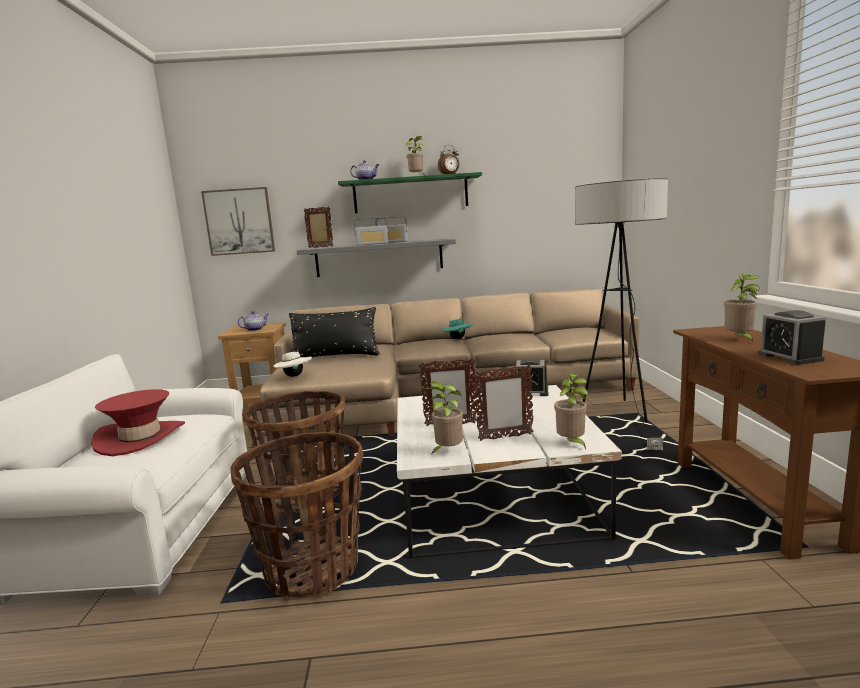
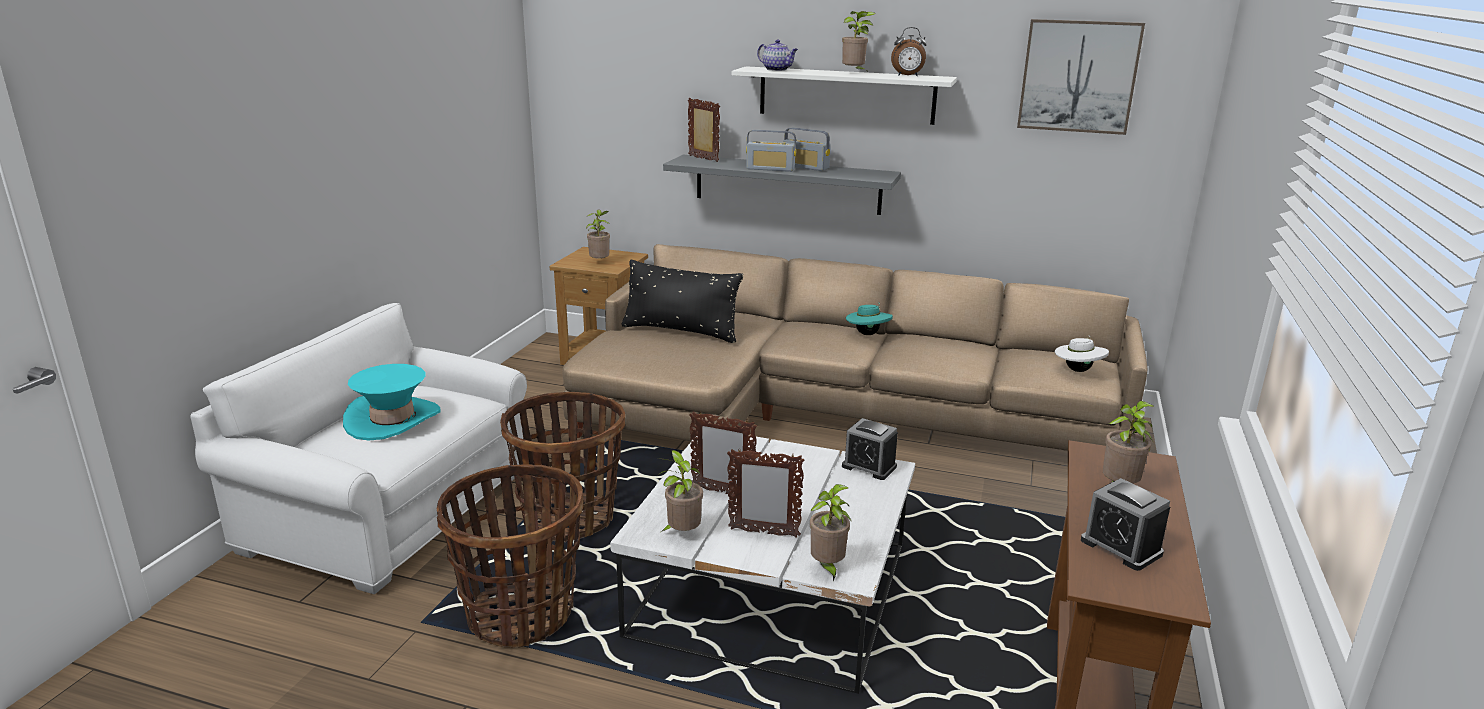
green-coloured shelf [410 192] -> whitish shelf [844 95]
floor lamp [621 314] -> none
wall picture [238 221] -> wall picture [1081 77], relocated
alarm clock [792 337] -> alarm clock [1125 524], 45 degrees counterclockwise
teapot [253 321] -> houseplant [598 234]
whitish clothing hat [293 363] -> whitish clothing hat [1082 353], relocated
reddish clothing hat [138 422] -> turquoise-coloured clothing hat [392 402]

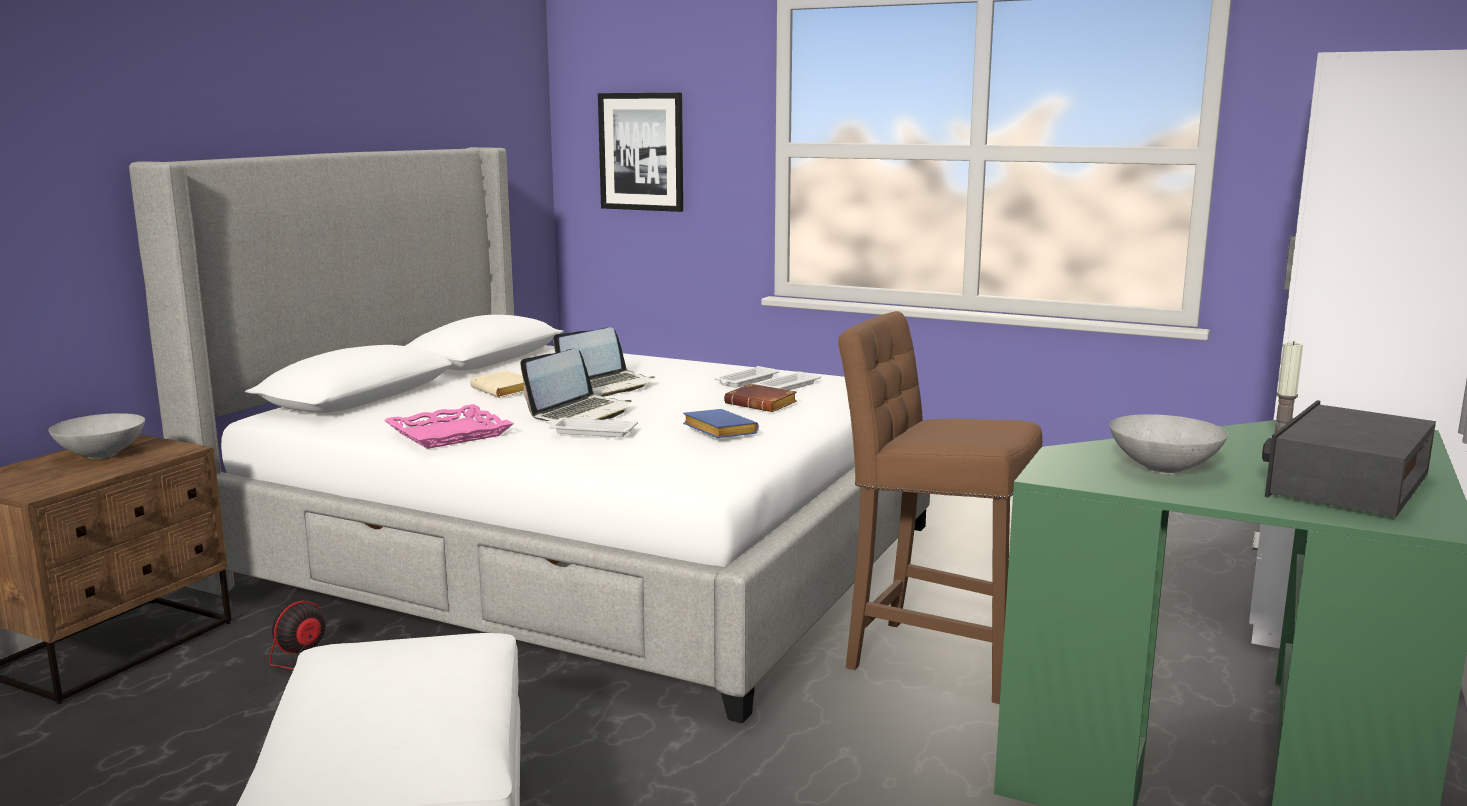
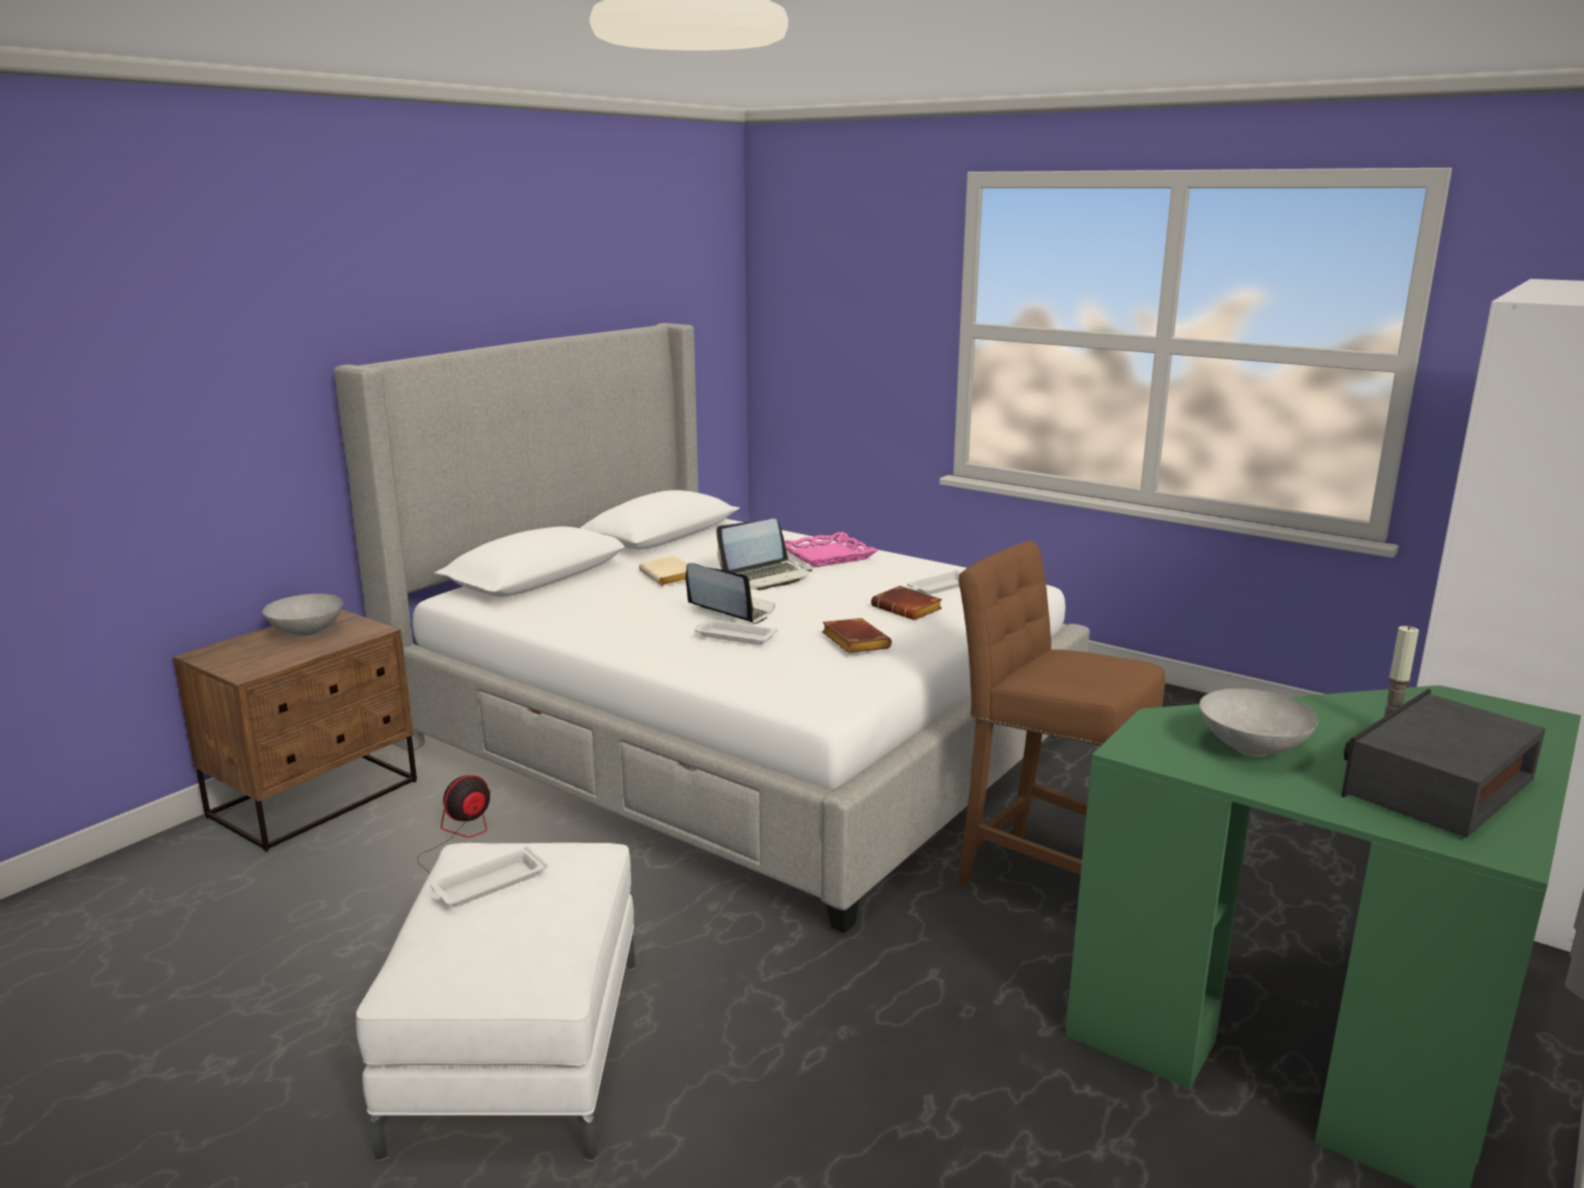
wall picture [640 152] -> none
notebook computer [575 384] -> notebook computer [730 593], 105 degrees counterclockwise
whitish carrying tray [747 377] -> whitish carrying tray [489 876], relocated
pink-coloured carrying tray [449 426] -> pink-coloured carrying tray [831 549], relocated
blue-coloured bound book [721 423] -> brownish bound book [857 635]

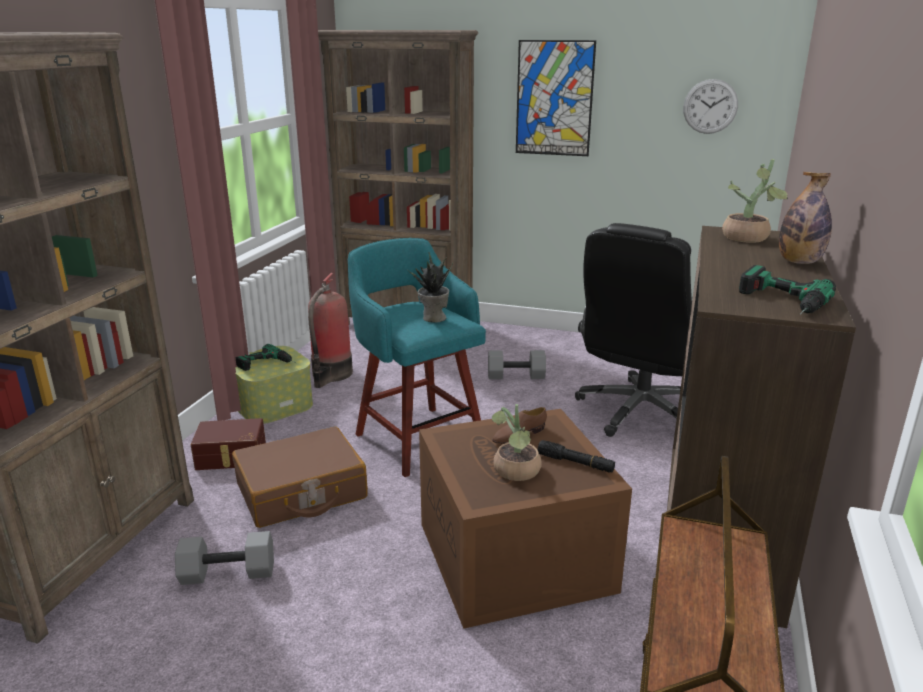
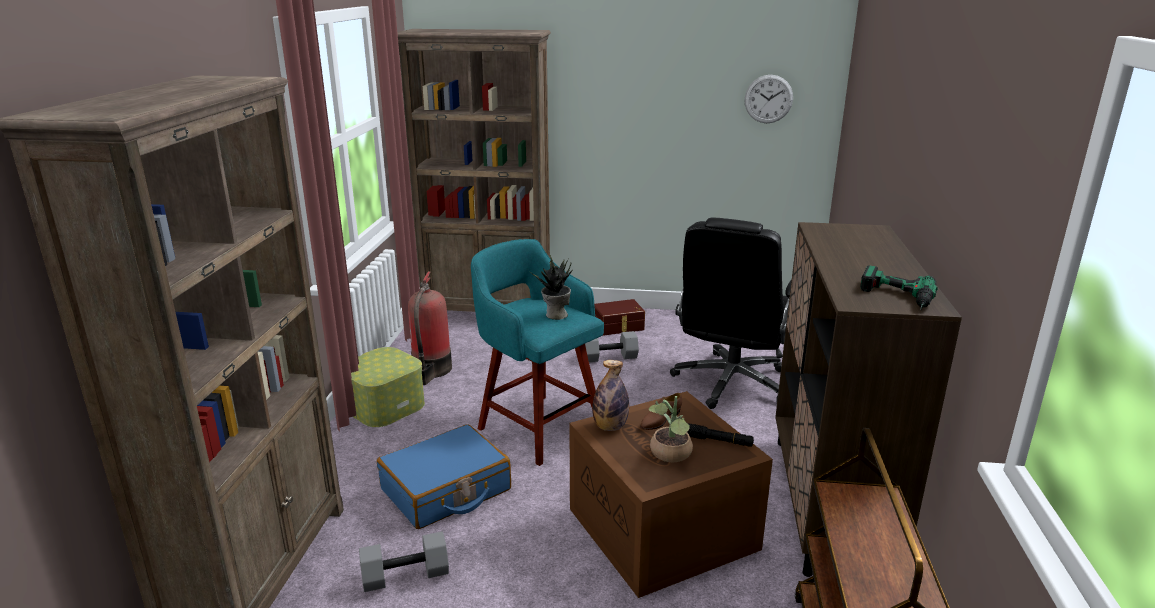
wall picture [556 98] -> none
houseplant [755 201] -> none
drink bottle [805 218] -> drink bottle [610 395], relocated
power drill [266 357] -> none
brownish storage box [228 444] -> brownish storage box [619 317], relocated
brownish piece of luggage [300 477] -> blue-coloured piece of luggage [444 476]

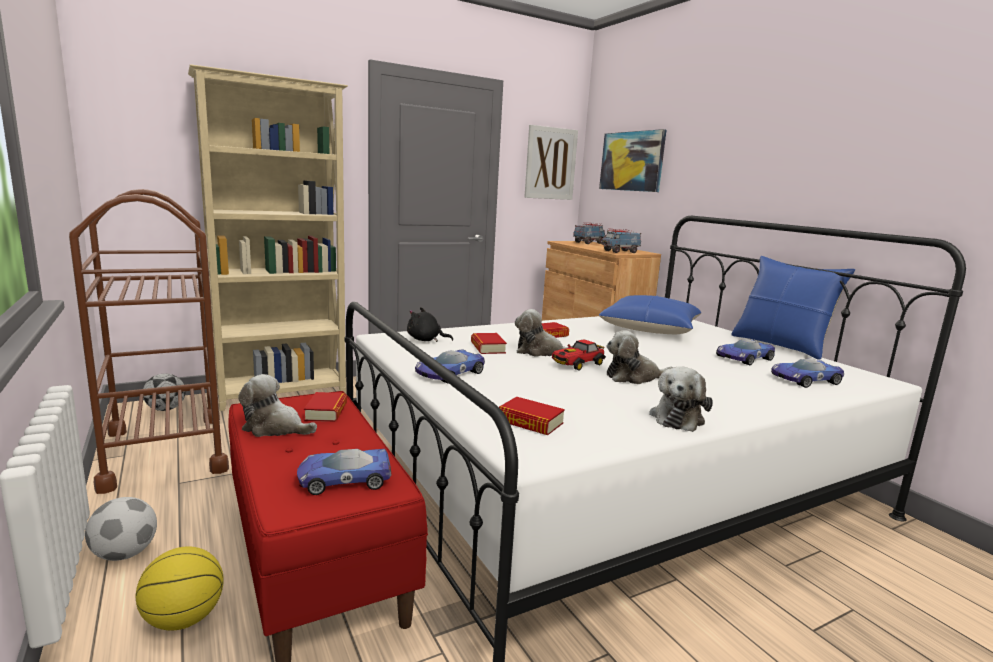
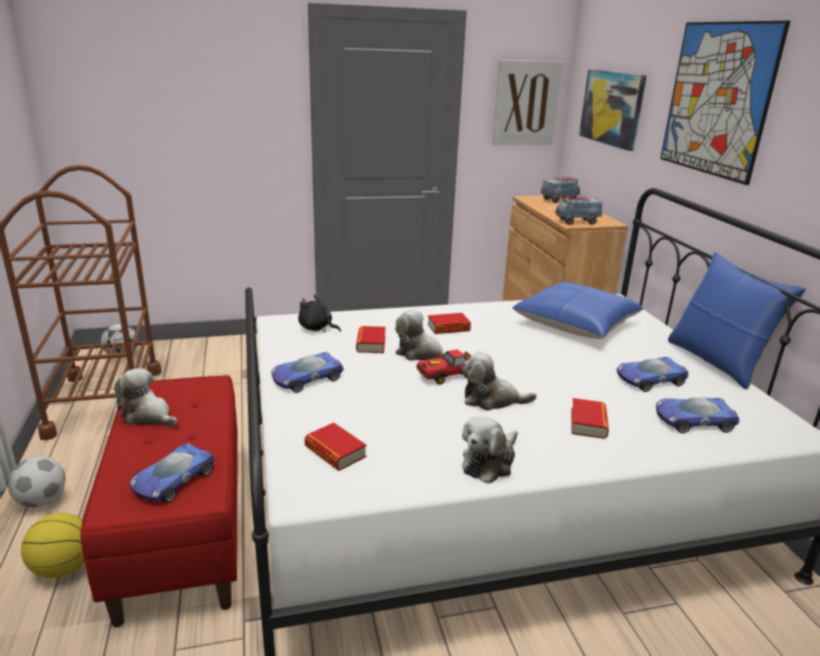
beige bookshelf [268 237] -> none
bound book [325 407] -> bound book [590 418], relocated
model car [344 472] -> model car [172 473], 60 degrees counterclockwise
none -> wall picture [725 103]

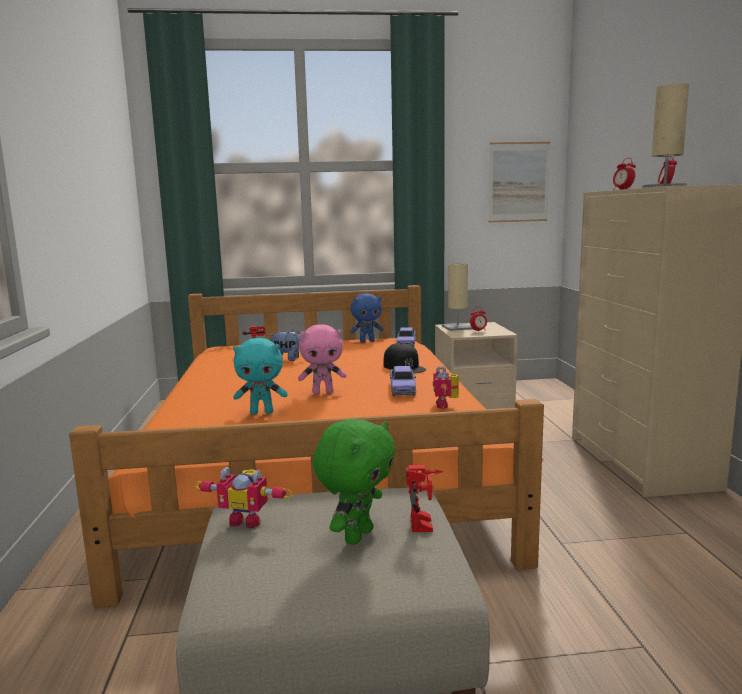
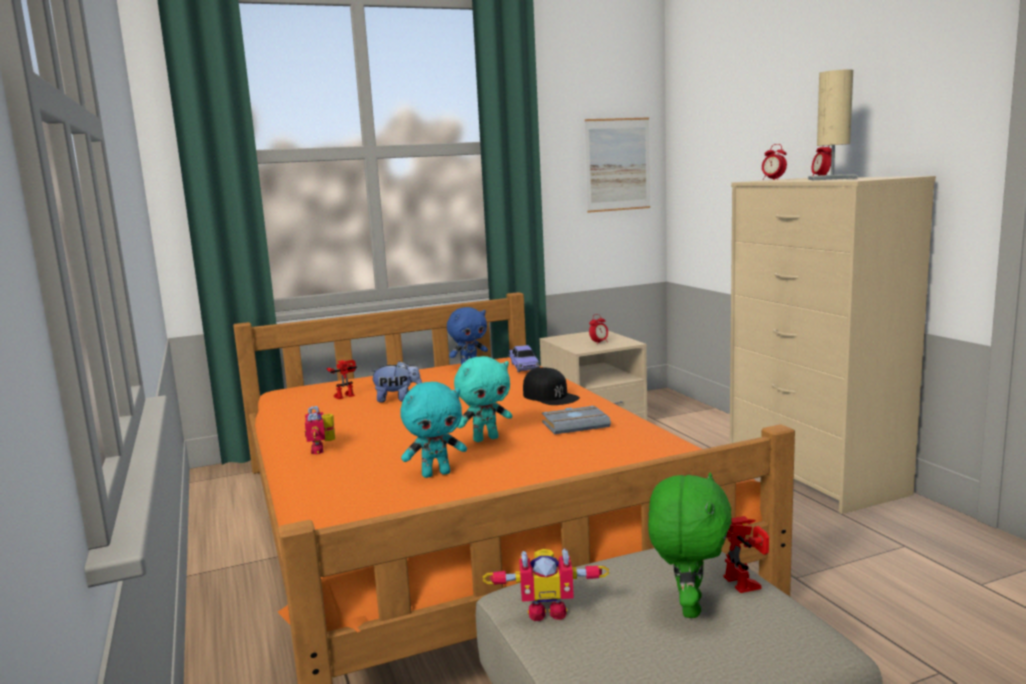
beige table lamp [457 297] -> none
pink-coloured soft toy [322 359] -> turquoise-coloured soft toy [483 399]
model car [403 381] -> grey bound book [576 420]
robot figure [446 387] -> robot figure [320 430], relocated

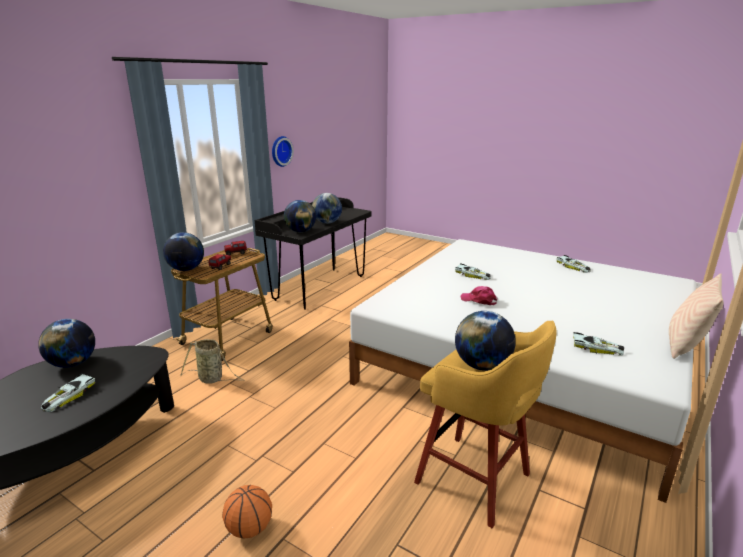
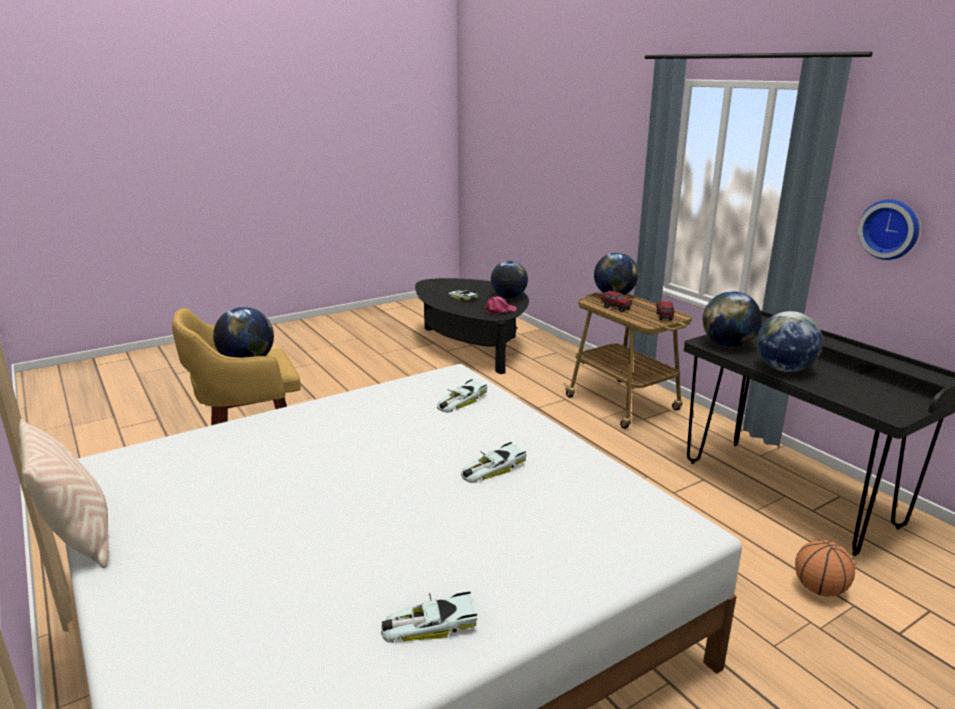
pink-coloured peaked cap [478 295] -> pink-coloured peaked cap [501 305], relocated
model car [598 344] -> model car [462 396], relocated
storage basket [212 361] -> none
basketball ball [247 511] -> basketball ball [825 568], relocated

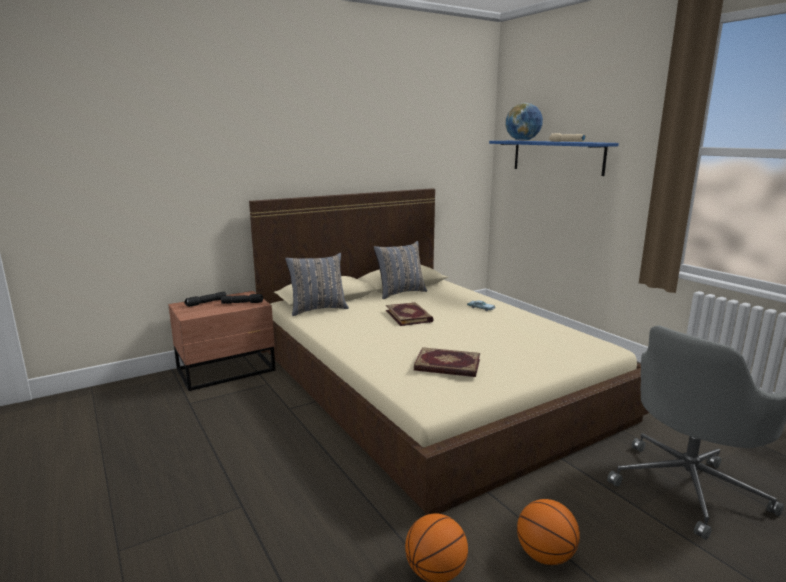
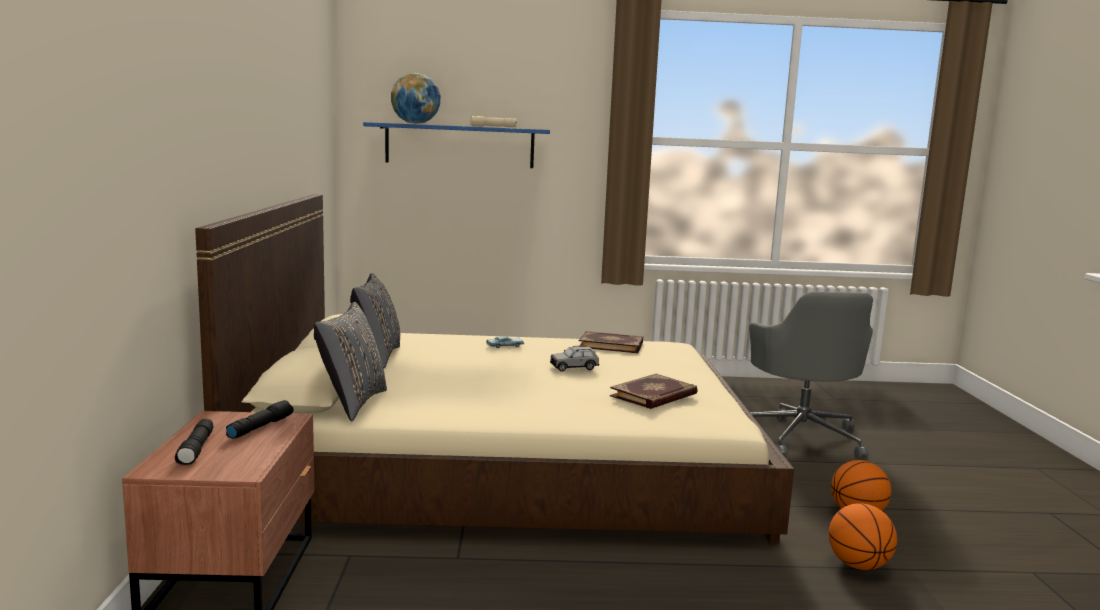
bound book [410 314] -> bound book [611 342], relocated
none -> grey model car [574 359]

